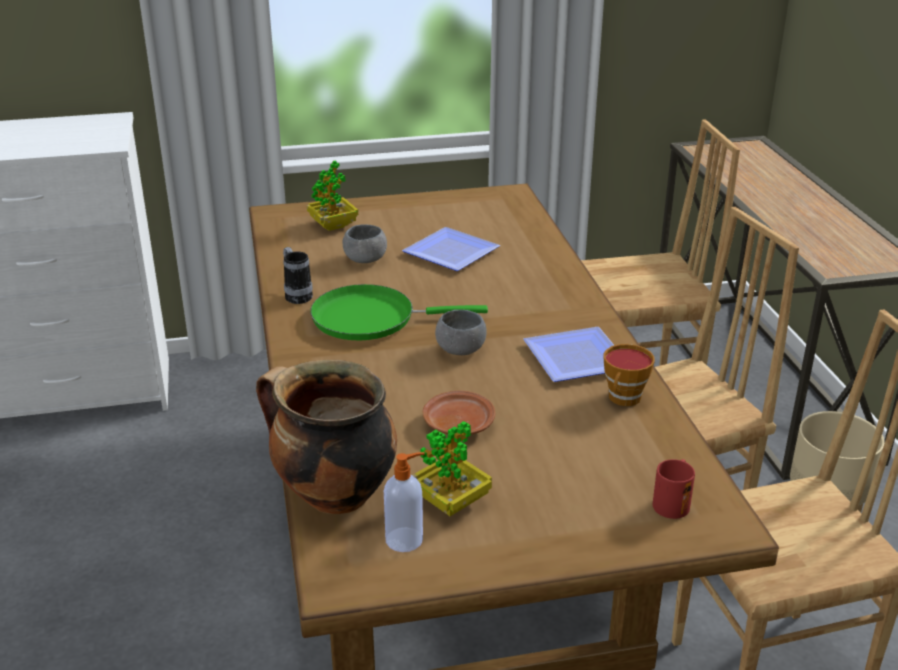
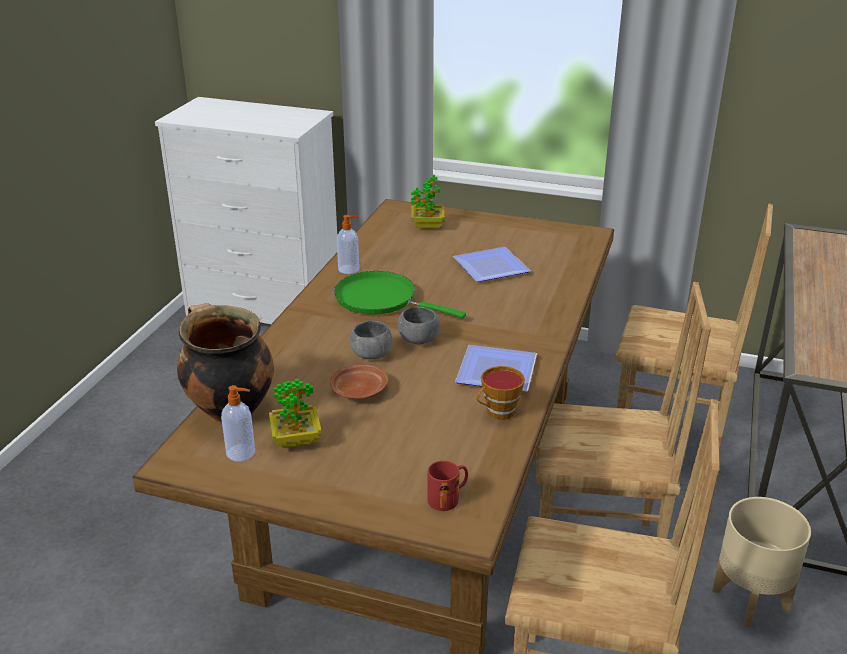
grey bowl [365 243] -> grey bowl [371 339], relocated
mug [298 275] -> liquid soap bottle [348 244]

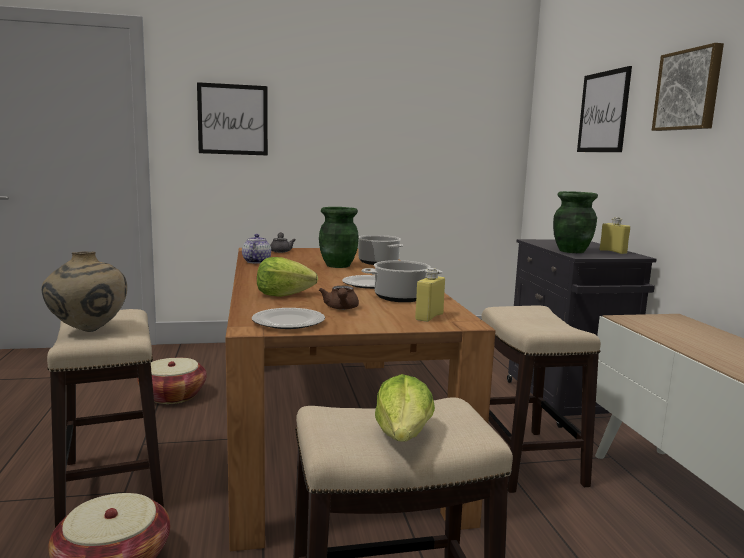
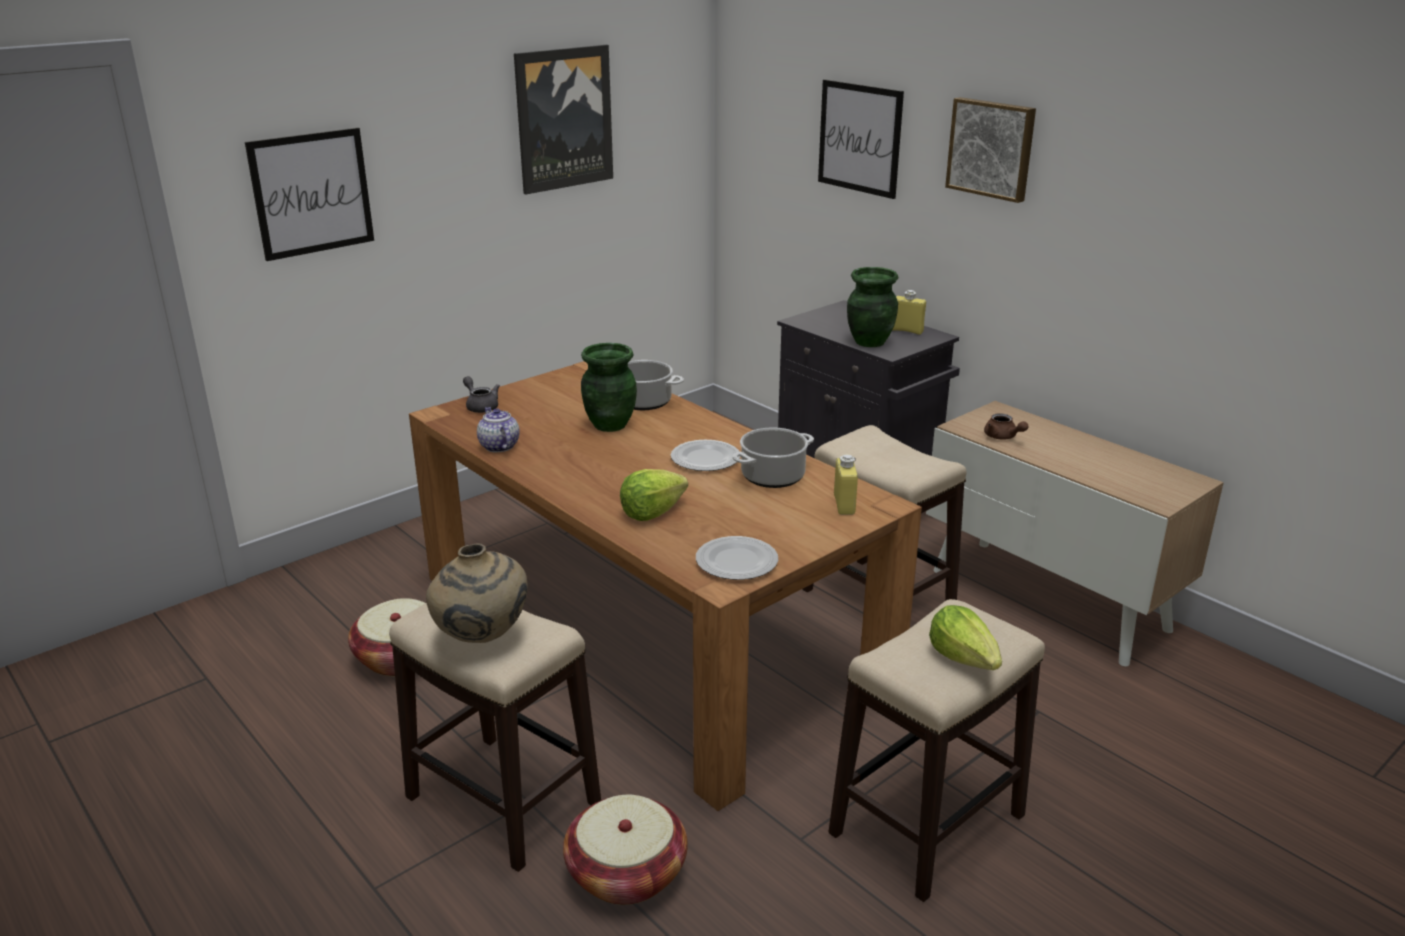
brownish teapot [339 298] -> brownish teapot [1006 427], relocated
none -> wall picture [563 119]

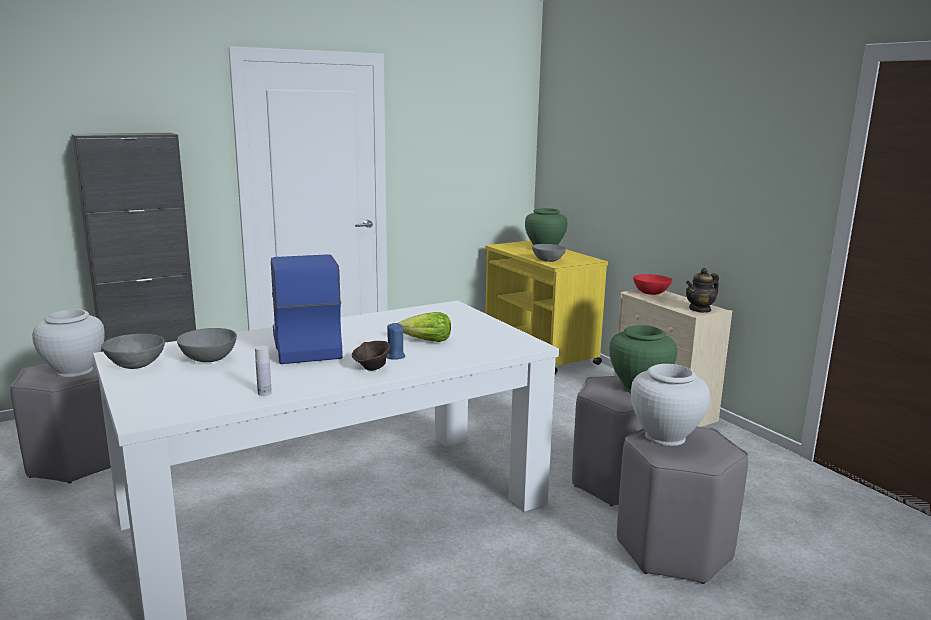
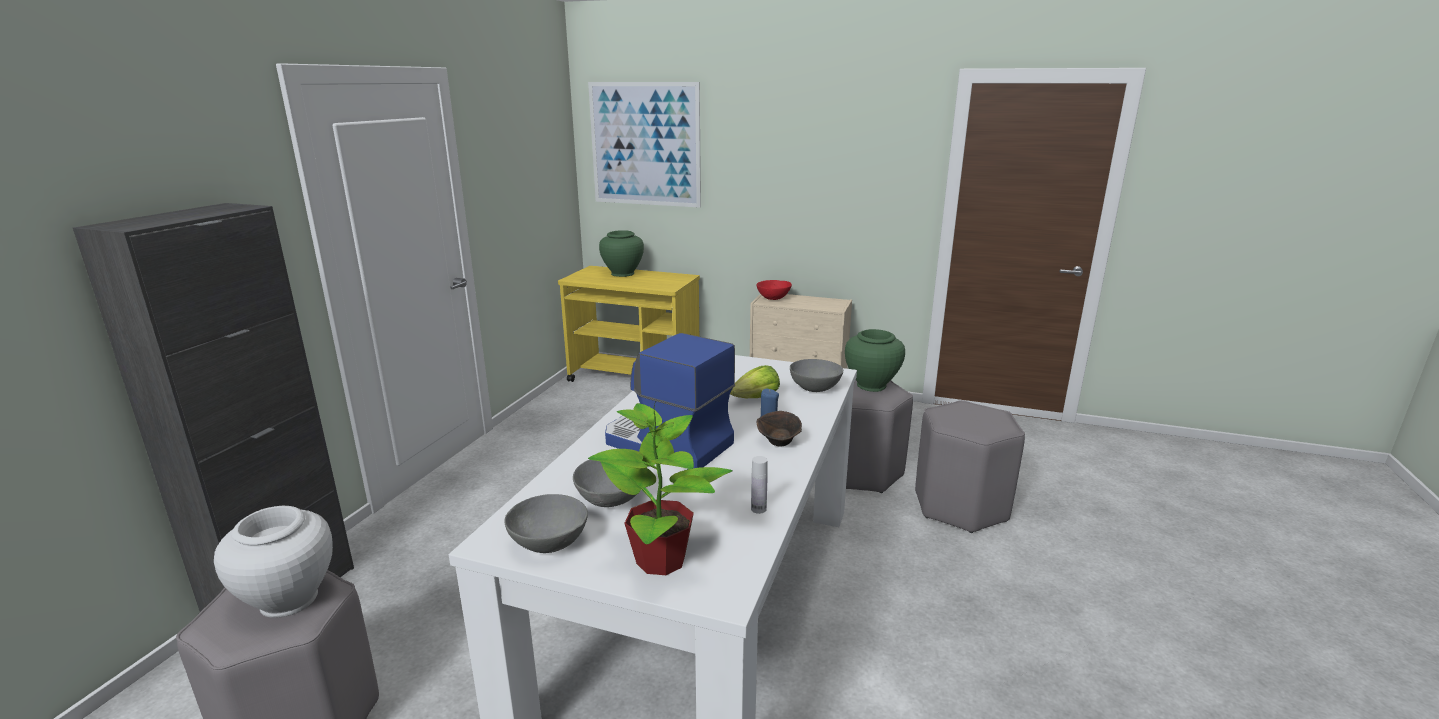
grey bowl [549 253] -> grey bowl [816 375], relocated
teapot [702 290] -> none
whitish decorative vase [670 405] -> none
none -> wall picture [644 145]
none -> houseplant [660 488]

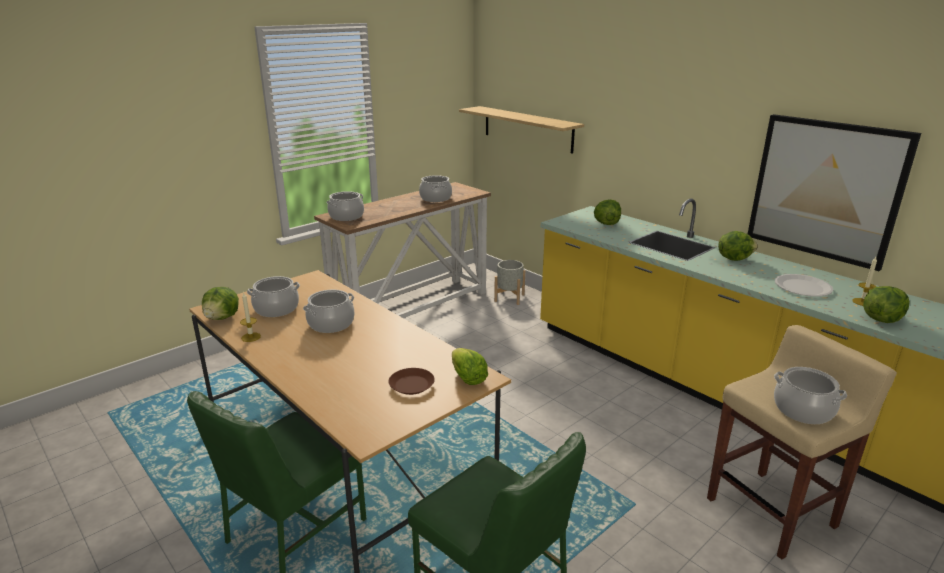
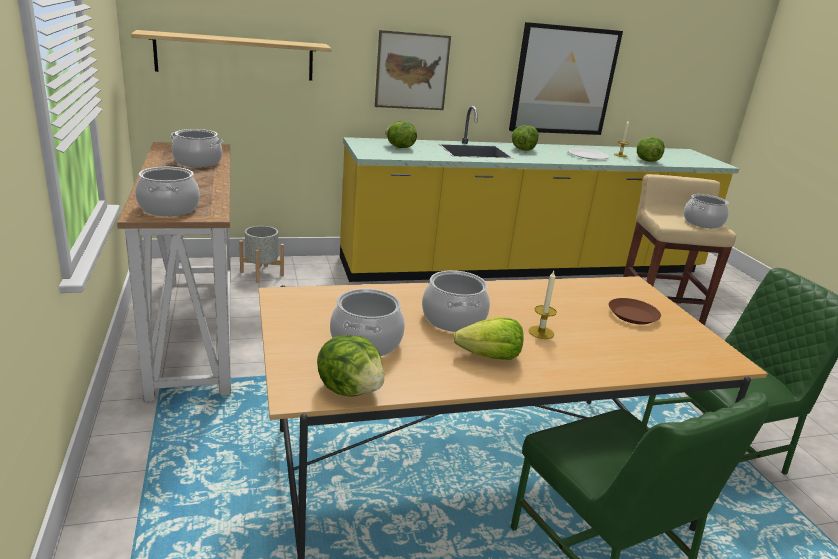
wax light [250 317] -> wax light [543 305], relocated
head of lettuce [470 366] -> head of lettuce [489 338], relocated
none -> wall picture [413 70]

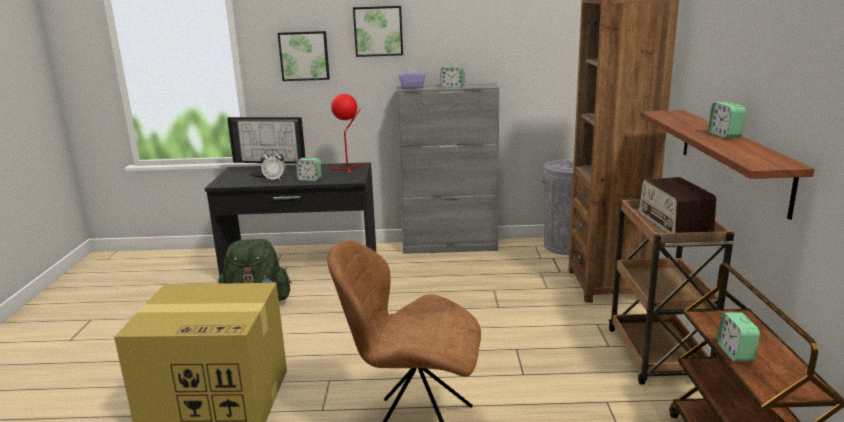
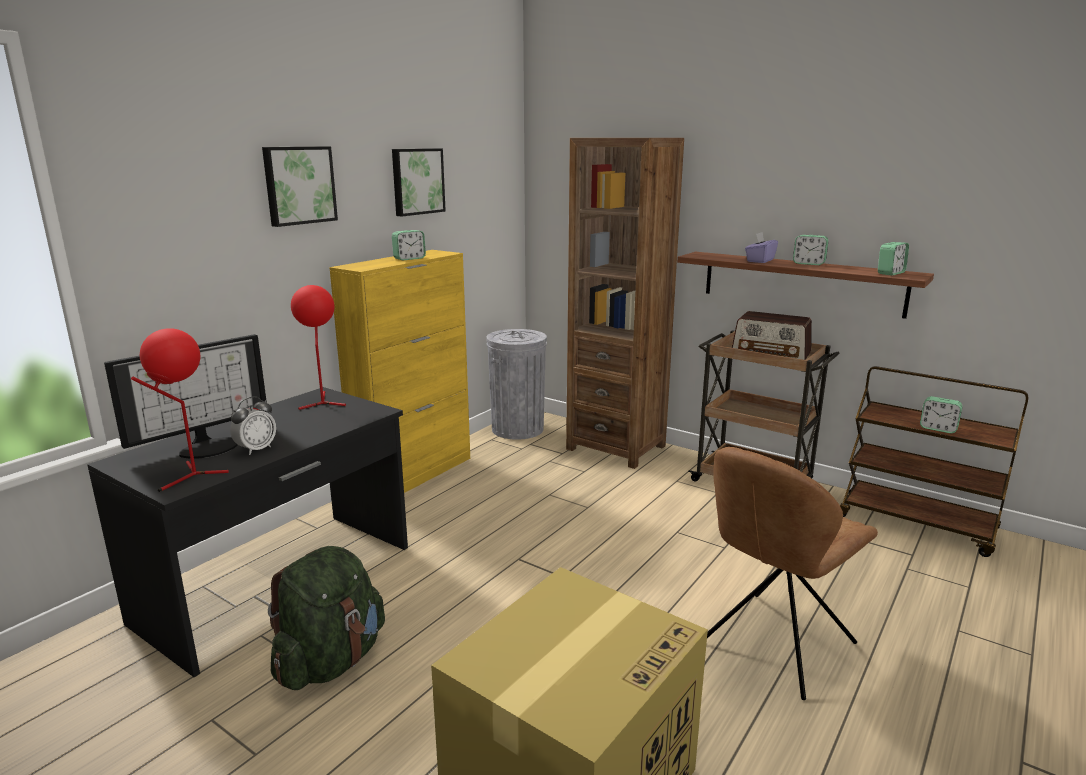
wall picture [304 56] -> wall picture [419 182], relocated
purple tissue holder [412 78] -> purple tissue holder [761 247], relocated
grey storage cabinet [447 168] -> yellowish storage cabinet [399 371]
alarm clock [309 169] -> alarm clock [893 259], relocated
none -> reddish table lamp [180 410]

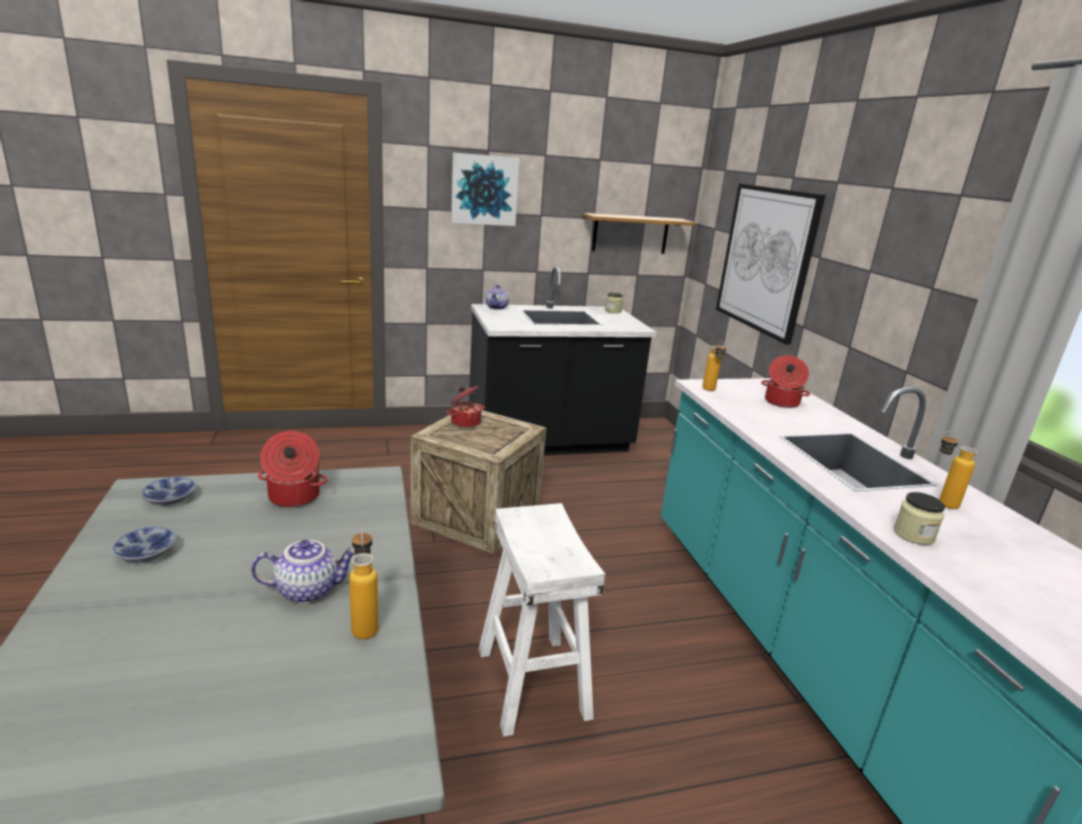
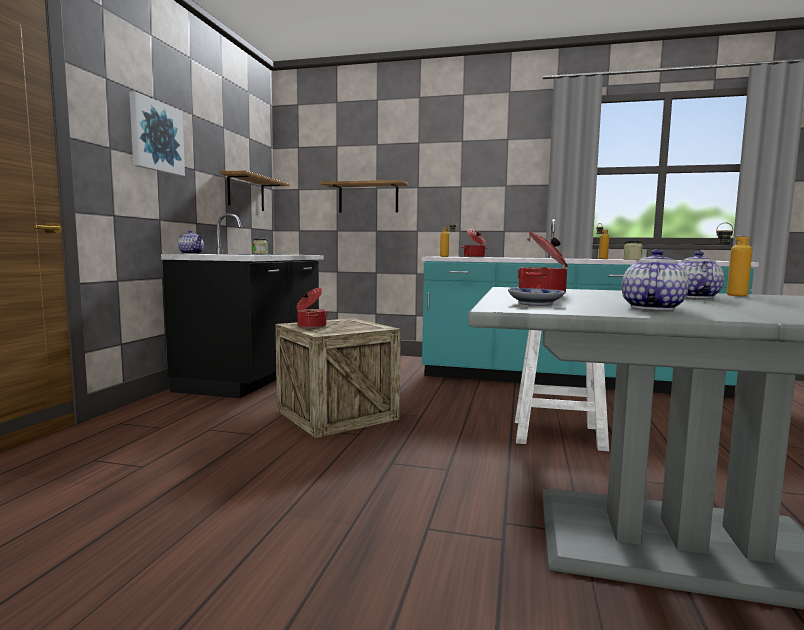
wall picture [770 264] -> shelf [365 196]
bowl [144 544] -> teapot [655 279]

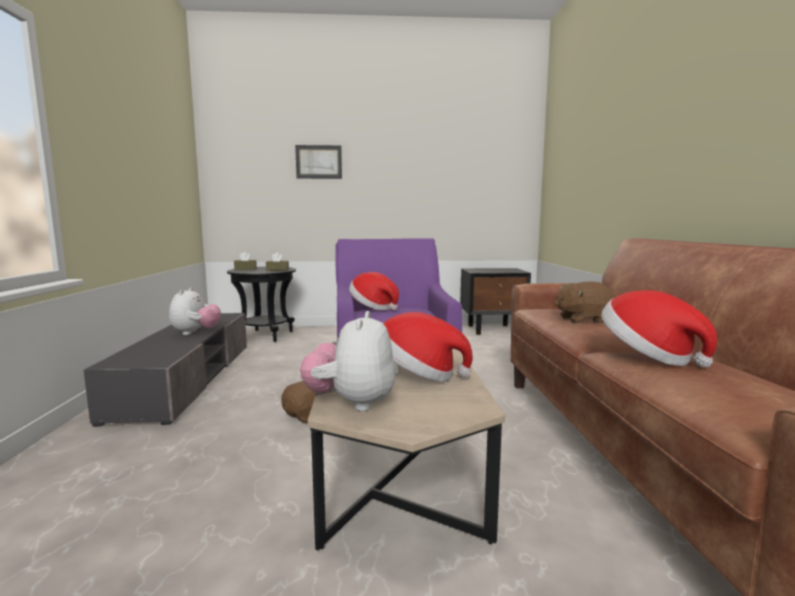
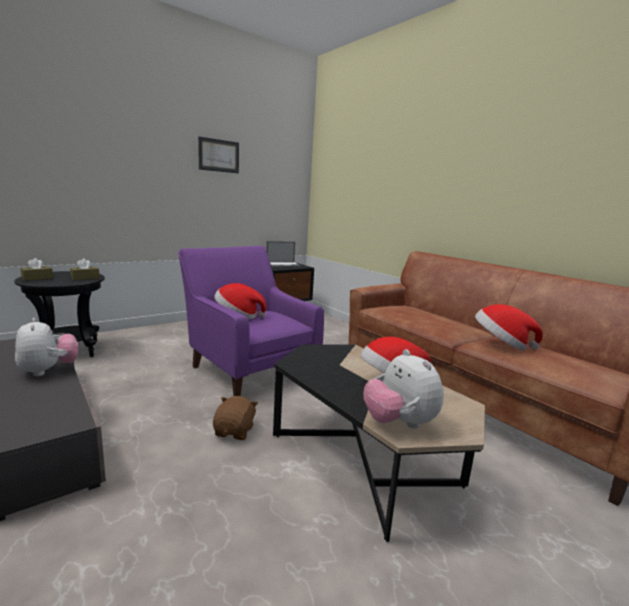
wall picture [318 162] -> wall picture [218 155], relocated
brownish soft toy [584 302] -> none
none -> notebook computer [284 254]

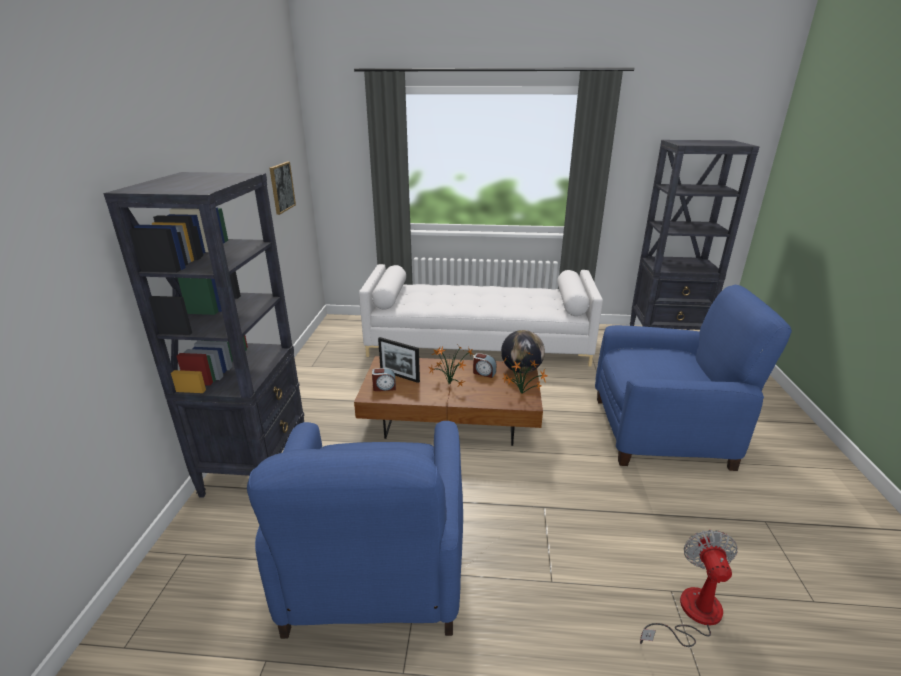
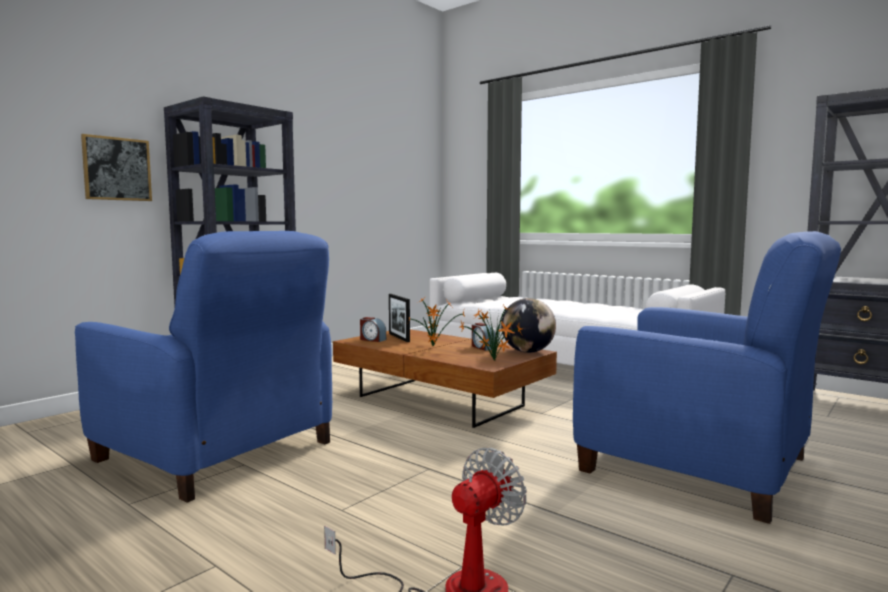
wall picture [283 188] -> wall picture [116 167], relocated
blue-coloured lounge chair [355 530] -> blue-coloured lounge chair [203 367], 90 degrees counterclockwise

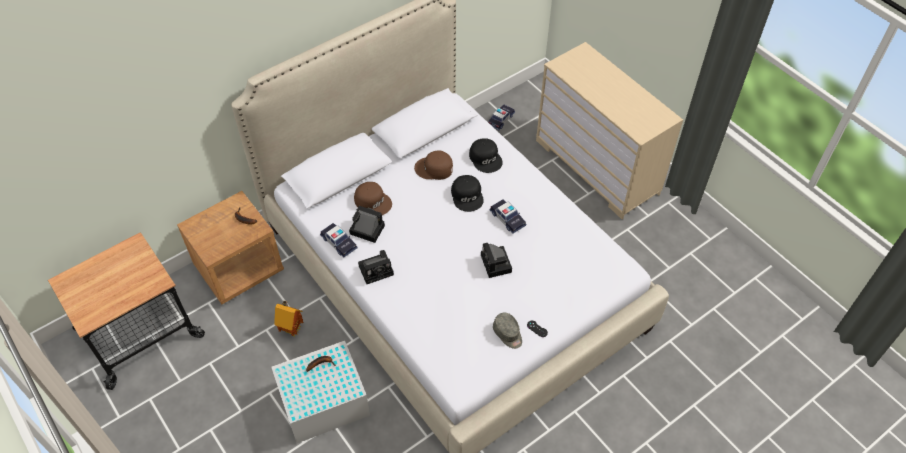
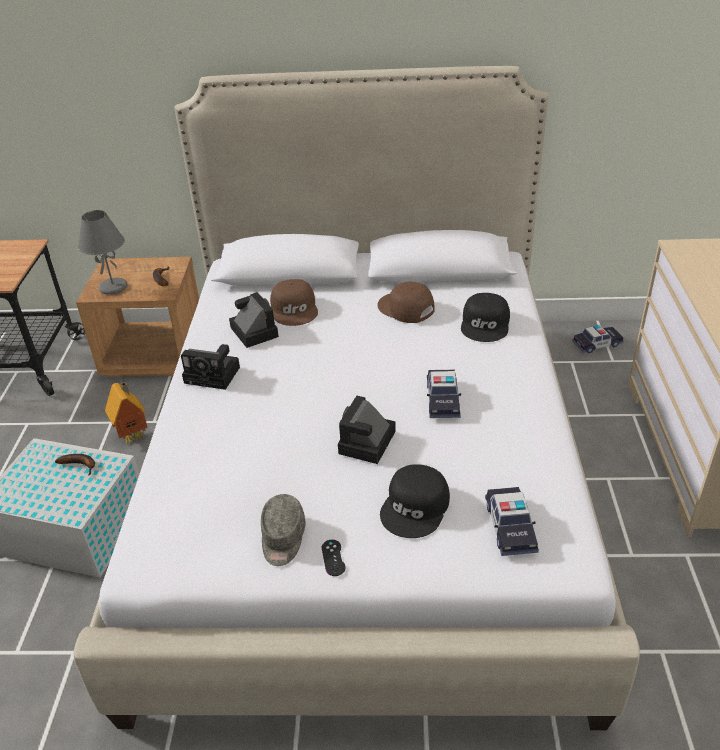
blackish peaked cap [467 193] -> blackish peaked cap [415 501], relocated
model car [339 240] -> model car [512 521], relocated
none -> grey table lamp [102 252]

